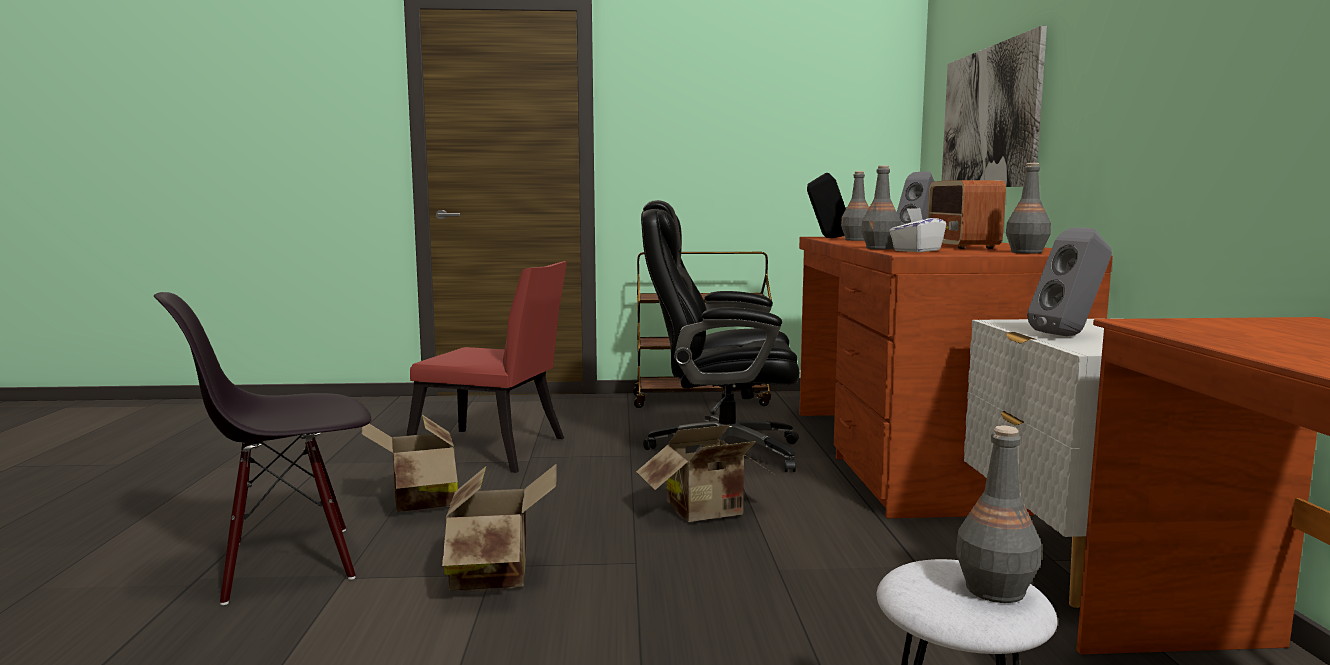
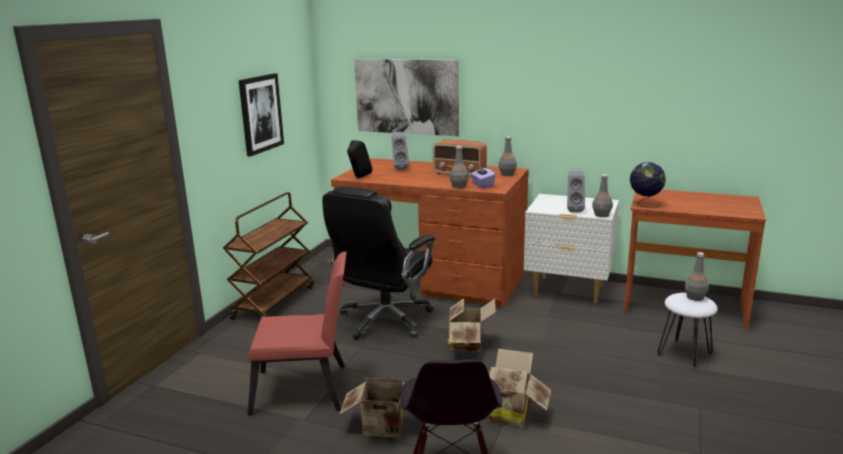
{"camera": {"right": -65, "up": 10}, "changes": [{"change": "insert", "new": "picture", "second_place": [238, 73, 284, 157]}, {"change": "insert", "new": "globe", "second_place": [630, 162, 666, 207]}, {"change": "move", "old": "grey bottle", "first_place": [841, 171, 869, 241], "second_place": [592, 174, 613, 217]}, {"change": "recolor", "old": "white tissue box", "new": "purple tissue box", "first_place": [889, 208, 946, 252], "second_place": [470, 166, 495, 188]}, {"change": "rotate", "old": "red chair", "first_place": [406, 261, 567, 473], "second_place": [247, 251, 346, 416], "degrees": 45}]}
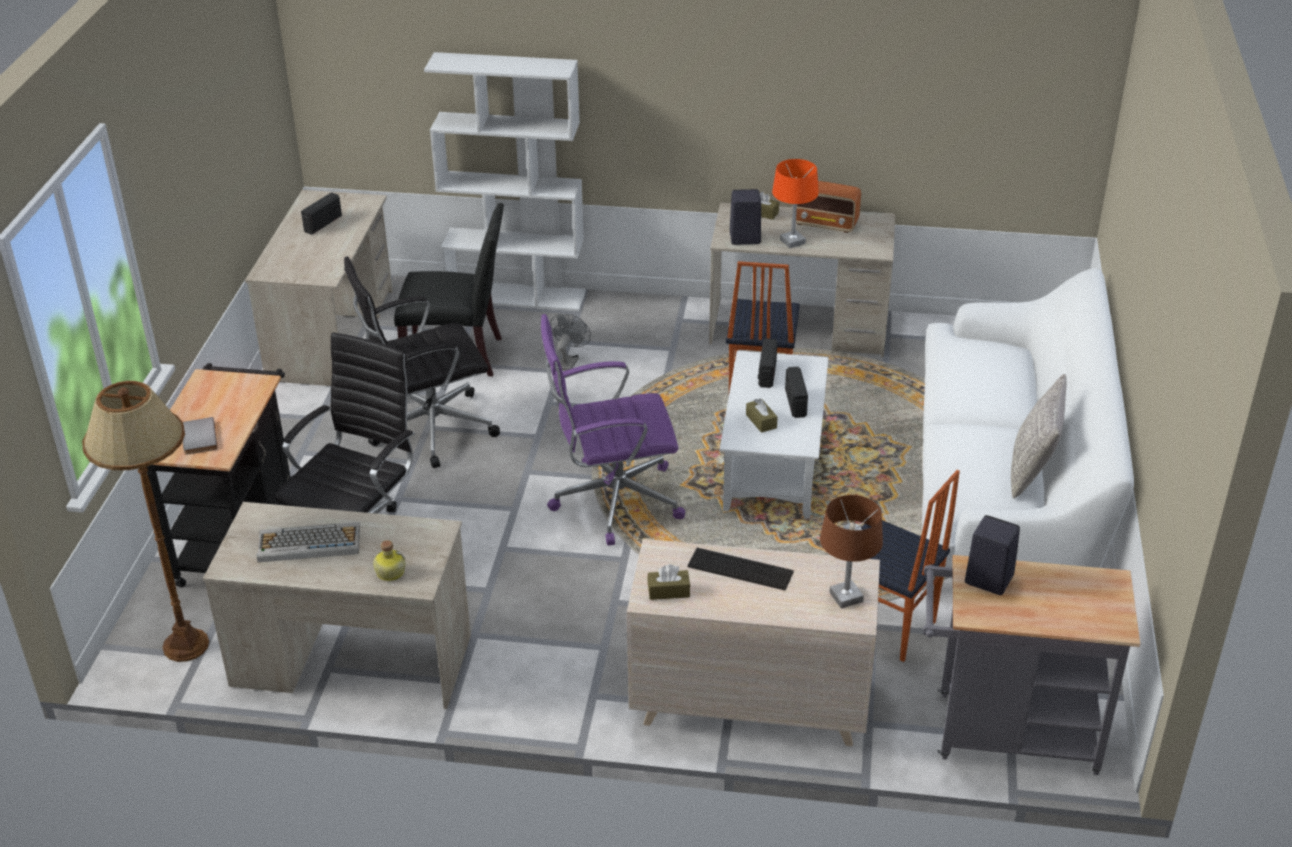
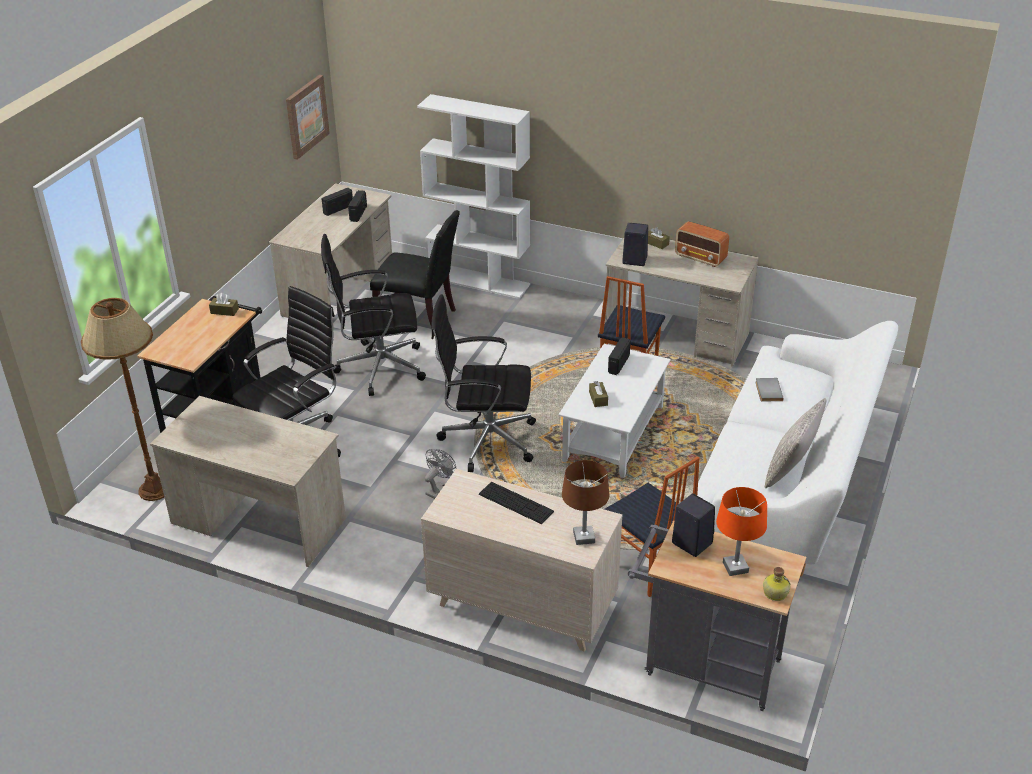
{"camera": {"right": 15, "up": 0}, "changes": [{"change": "delete", "old": "keyboard", "first_place": [257, 522, 360, 562]}, {"change": "insert", "new": "picture", "second_place": [286, 75, 330, 160]}, {"change": "move", "old": "grey book", "first_place": [183, 417, 217, 455], "second_place": [755, 378, 784, 402]}, {"change": "move", "old": "bottle", "first_place": [373, 540, 405, 581], "second_place": [763, 567, 791, 601]}, {"change": "move", "old": "grey fan", "first_place": [550, 314, 591, 371], "second_place": [425, 449, 457, 499]}, {"change": "move", "old": "brown tissue box", "first_place": [647, 564, 690, 600], "second_place": [209, 293, 239, 316]}, {"change": "move", "old": "orange table lamp", "first_place": [772, 159, 819, 248], "second_place": [716, 487, 767, 576]}, {"change": "move", "old": "radio", "first_place": [785, 367, 808, 418], "second_place": [348, 190, 367, 222]}, {"change": "recolor", "old": "purple office chair", "new": "black office chair", "first_place": [541, 314, 685, 546], "second_place": [431, 294, 536, 472]}]}
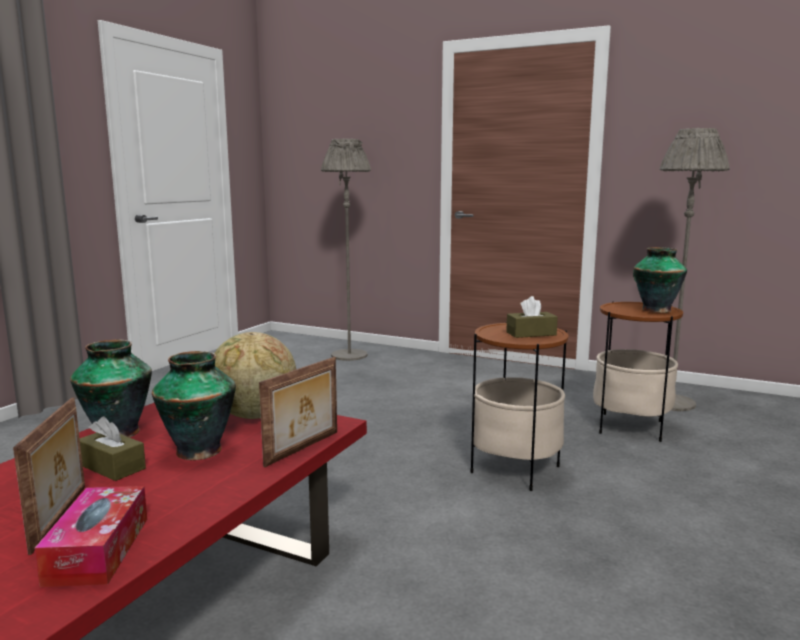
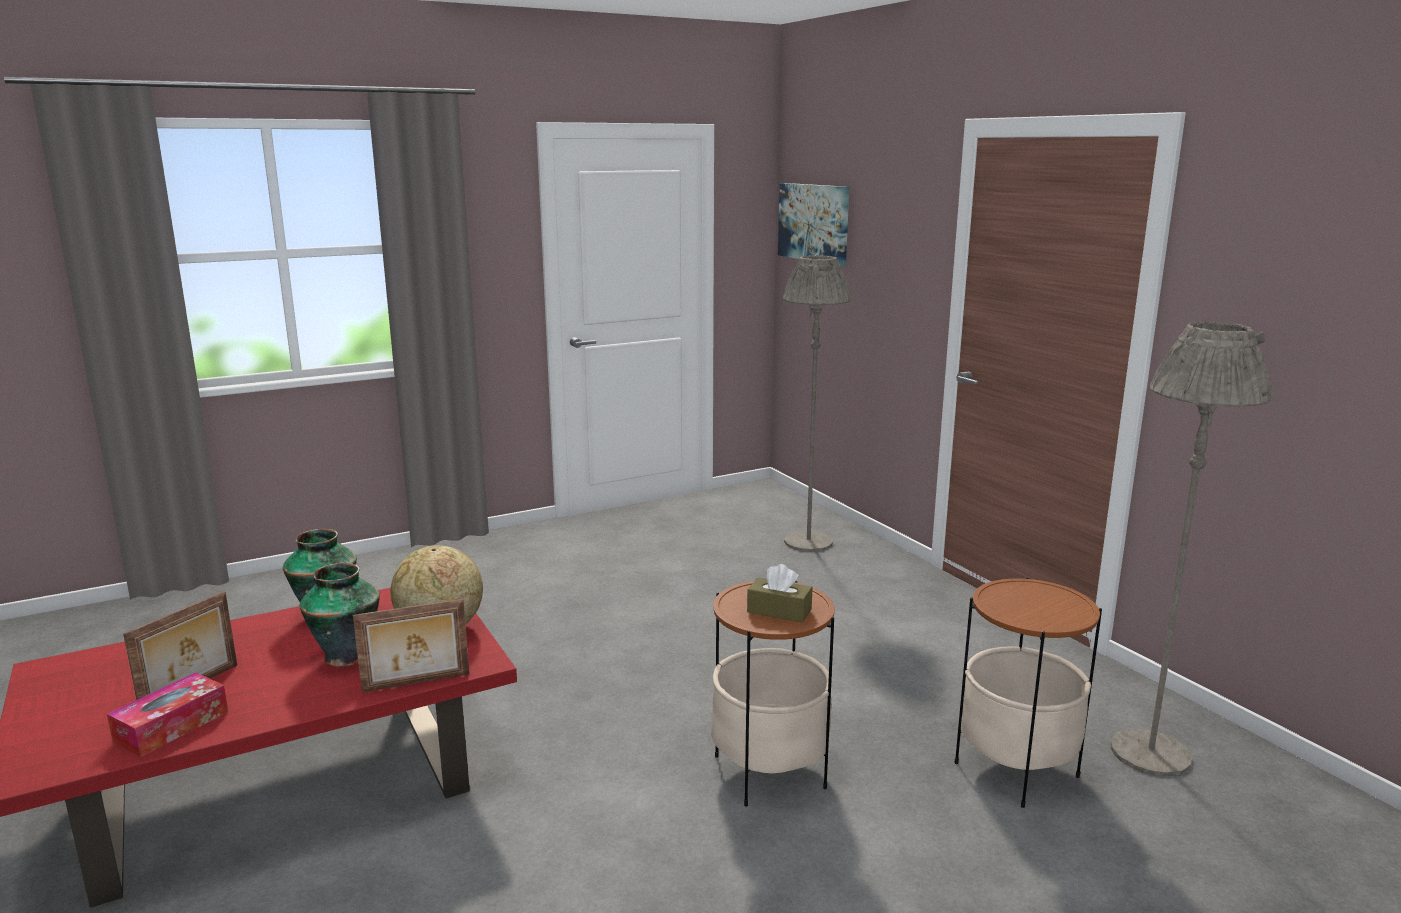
{"camera": {"right": 35, "up": 5}, "changes": [{"change": "delete", "old": "brown tissue box", "first_place": [80, 416, 146, 481]}, {"change": "delete", "old": "vase", "first_place": [633, 247, 687, 313]}, {"change": "insert", "new": "picture", "second_place": [778, 183, 849, 266]}]}
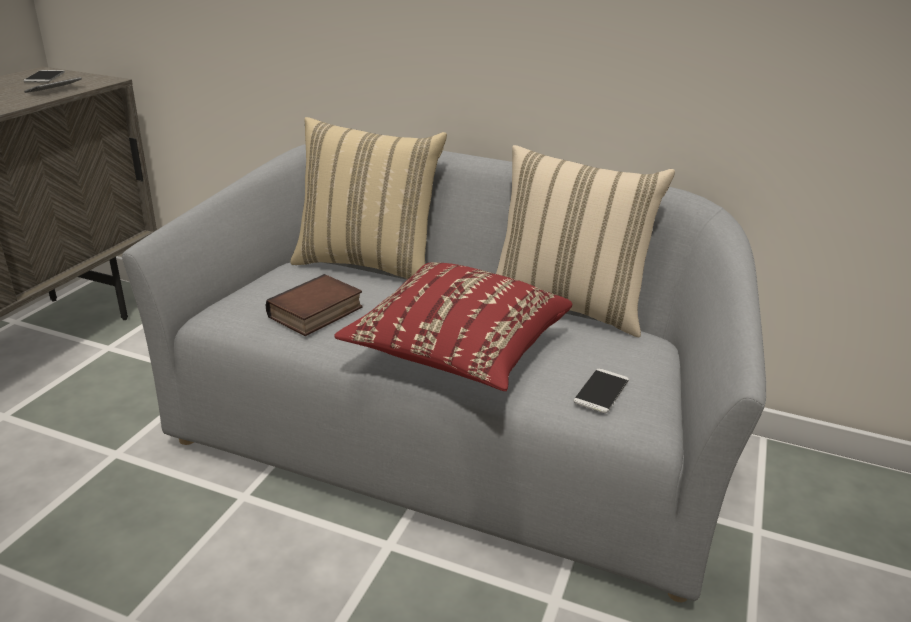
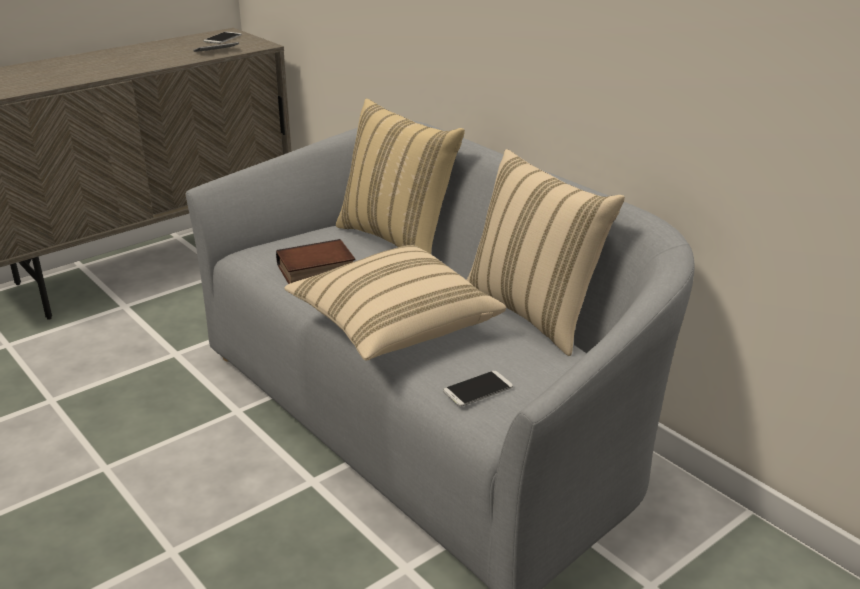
{"camera": {"right": 30, "up": 0}, "changes": [{"change": "recolor", "old": "red pillow", "new": "beige pillow", "first_place": [334, 262, 573, 391], "second_place": [284, 245, 506, 361]}]}
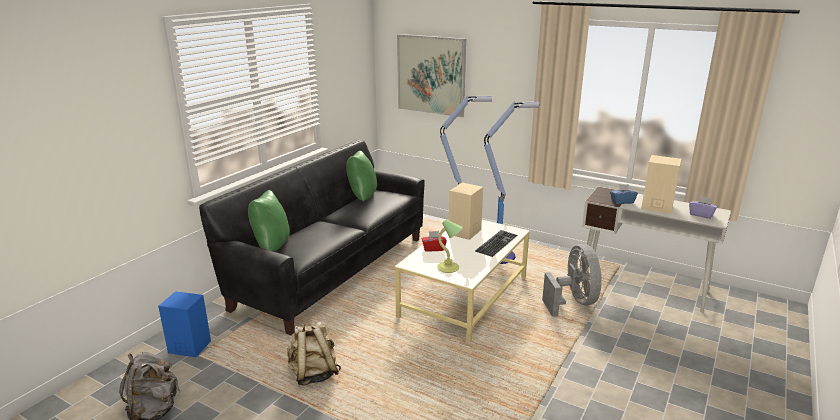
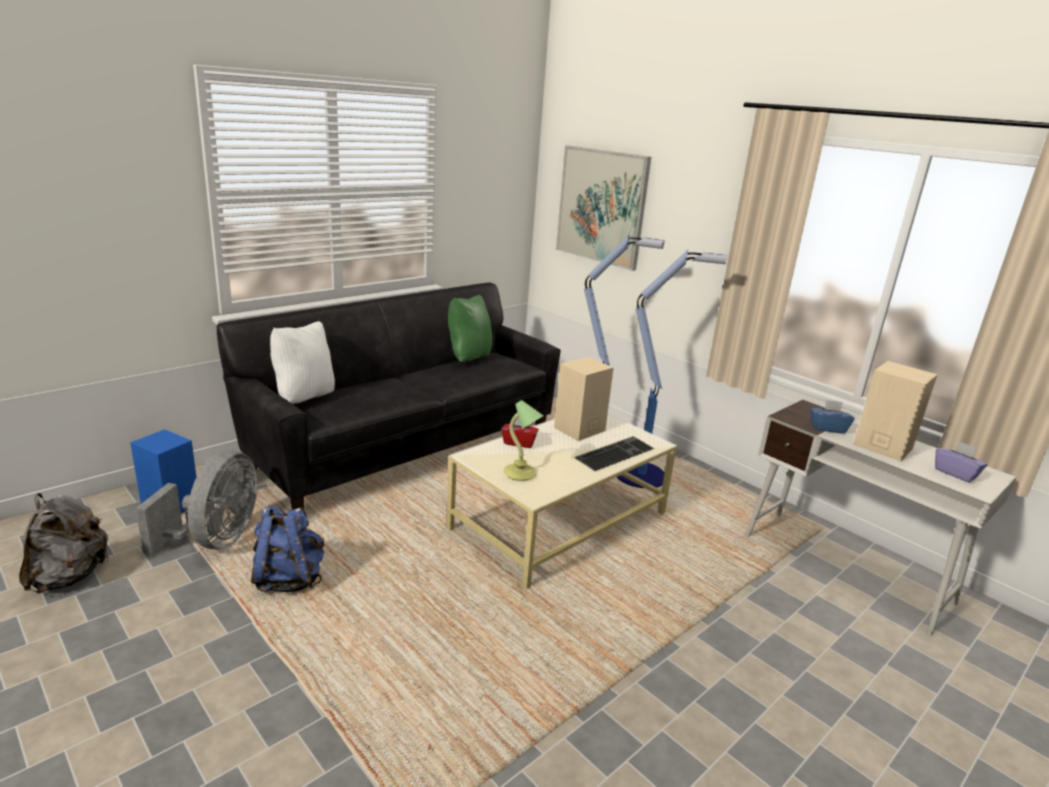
{"camera": {"right": 15, "up": 0}, "changes": [{"change": "move", "old": "grey fan", "first_place": [542, 244, 602, 317], "second_place": [135, 450, 257, 554]}, {"change": "recolor", "old": "green pillow", "new": "white pillow", "first_place": [248, 190, 290, 252], "second_place": [270, 321, 335, 404]}, {"change": "recolor", "old": "beige backpack", "new": "blue backpack", "first_place": [287, 321, 341, 386], "second_place": [251, 506, 324, 593]}]}
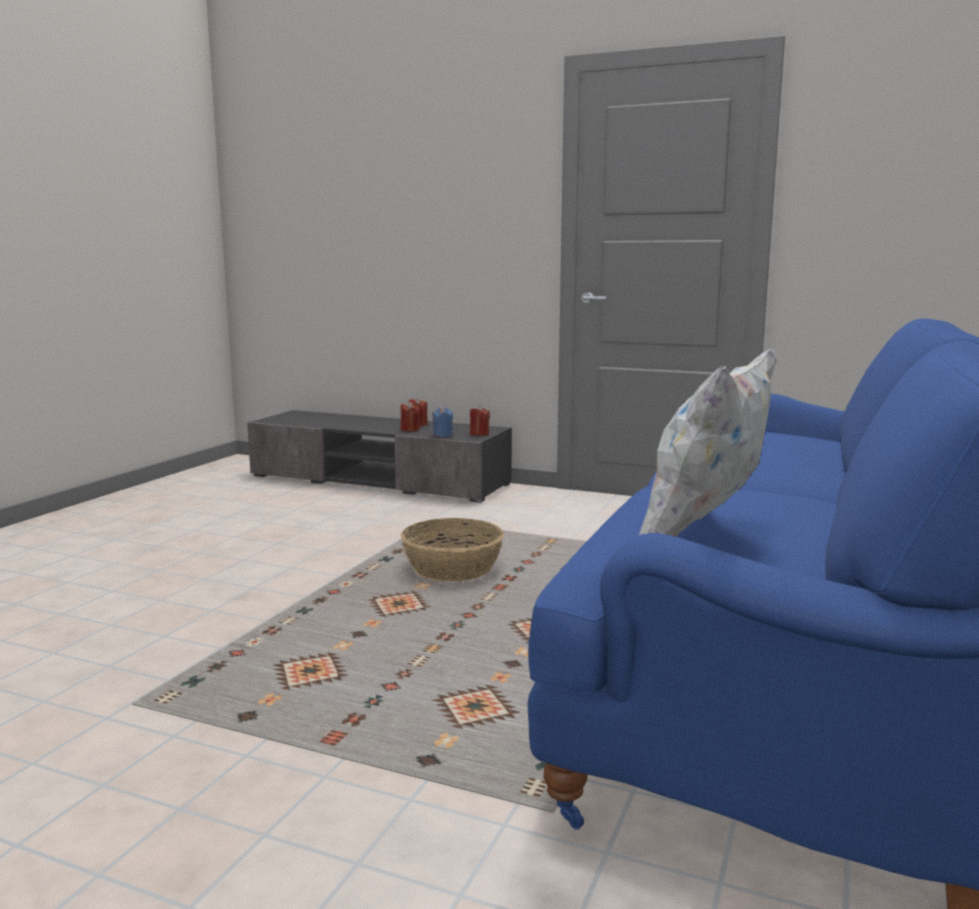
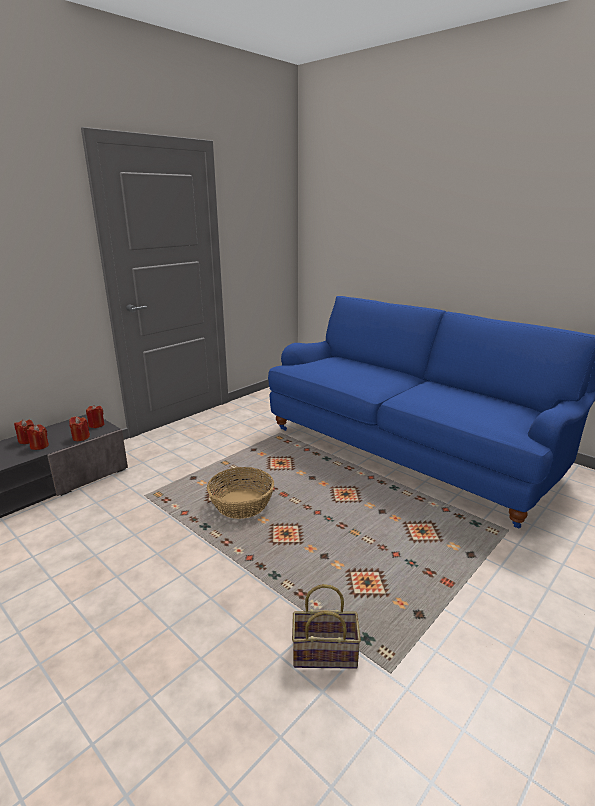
{"camera": {"right": -70, "up": 10}, "changes": [{"change": "delete", "old": "white pillow", "first_place": [639, 347, 777, 537]}, {"change": "insert", "new": "basket", "second_place": [292, 584, 361, 669]}, {"change": "recolor", "old": "blue candle", "new": "red candle", "first_place": [432, 406, 453, 437], "second_place": [69, 416, 90, 441]}]}
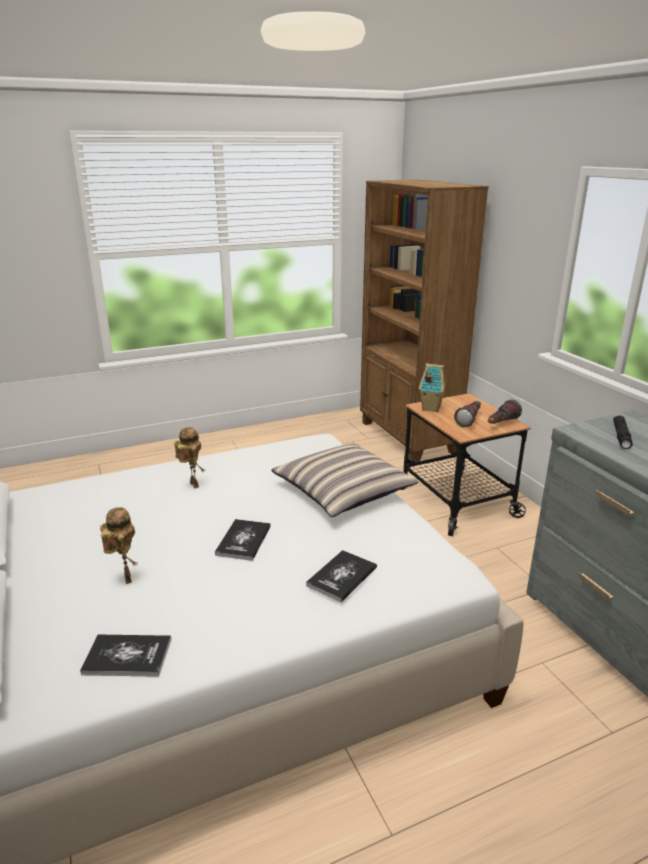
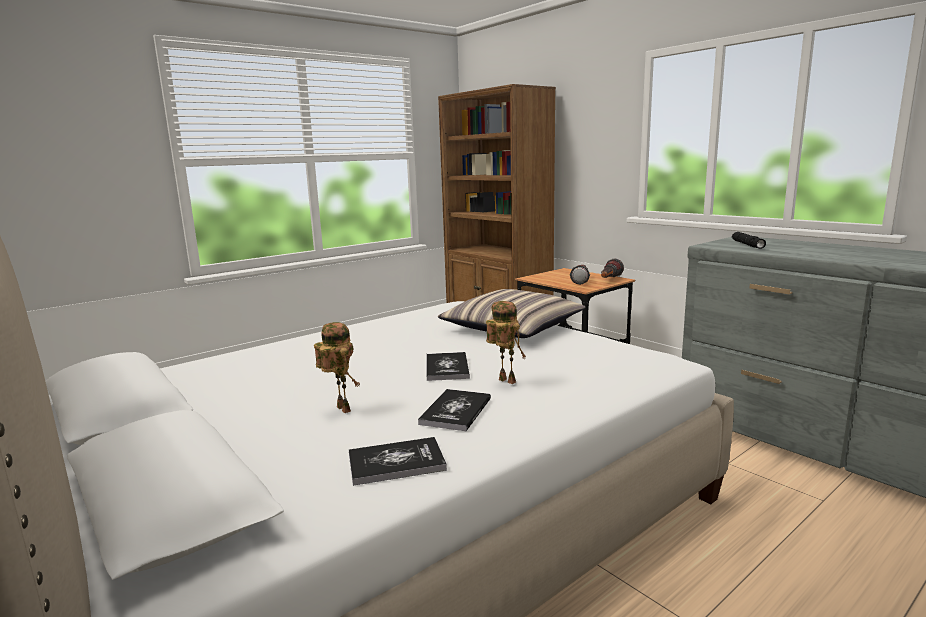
{"camera": {"right": -15, "up": -10}, "changes": [{"change": "delete", "old": "toy house", "first_place": [419, 364, 447, 413]}, {"change": "move", "old": "toy robot", "first_place": [174, 427, 205, 488], "second_place": [486, 301, 526, 384]}, {"change": "move", "old": "book", "first_place": [306, 550, 377, 602], "second_place": [418, 389, 491, 431]}]}
